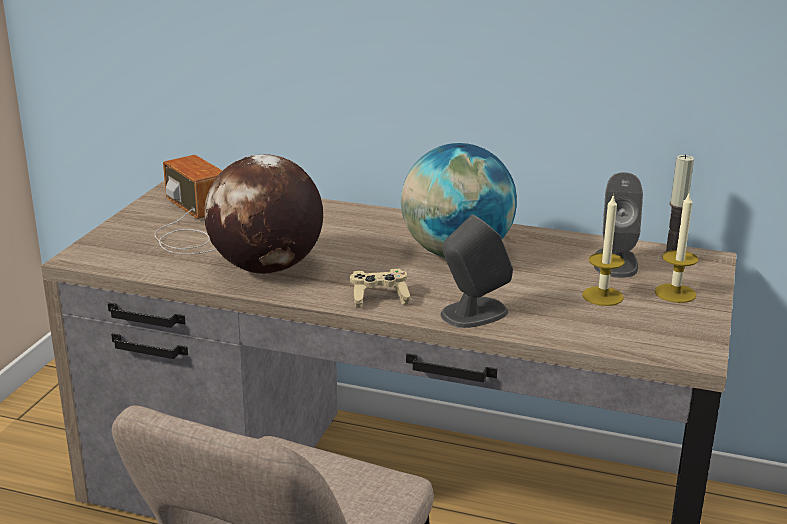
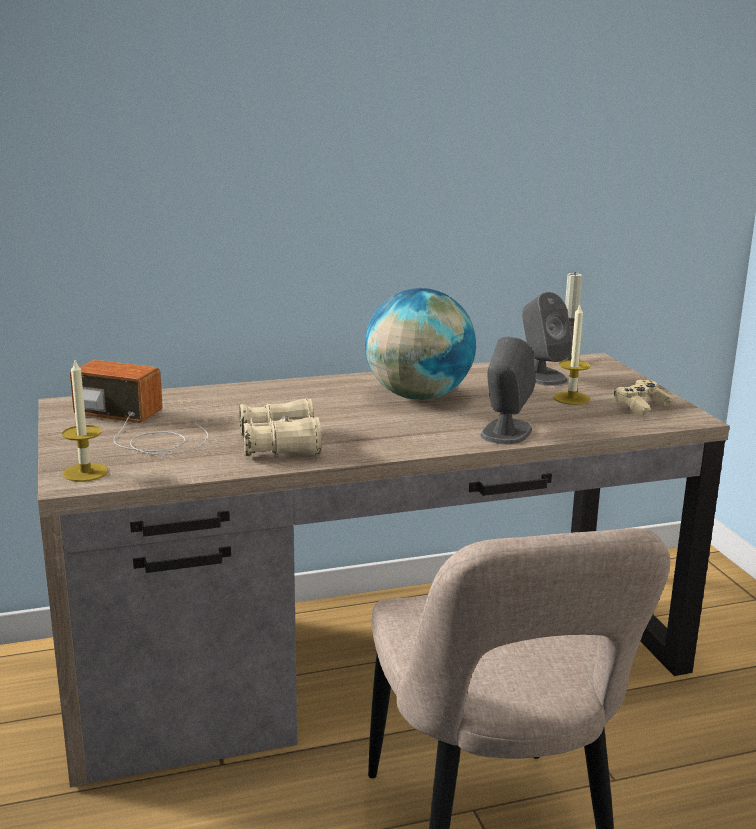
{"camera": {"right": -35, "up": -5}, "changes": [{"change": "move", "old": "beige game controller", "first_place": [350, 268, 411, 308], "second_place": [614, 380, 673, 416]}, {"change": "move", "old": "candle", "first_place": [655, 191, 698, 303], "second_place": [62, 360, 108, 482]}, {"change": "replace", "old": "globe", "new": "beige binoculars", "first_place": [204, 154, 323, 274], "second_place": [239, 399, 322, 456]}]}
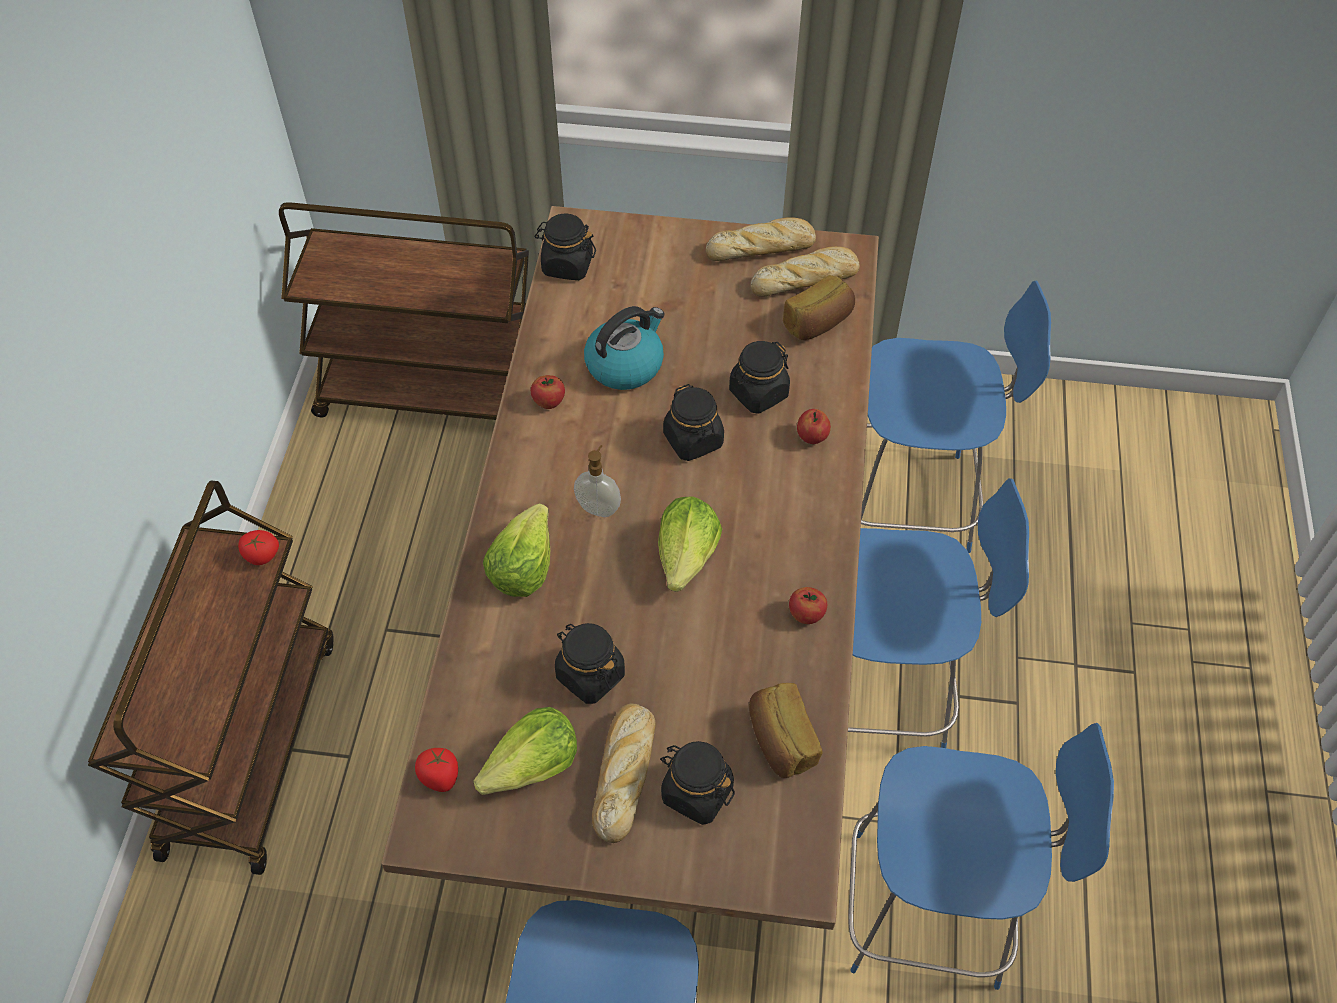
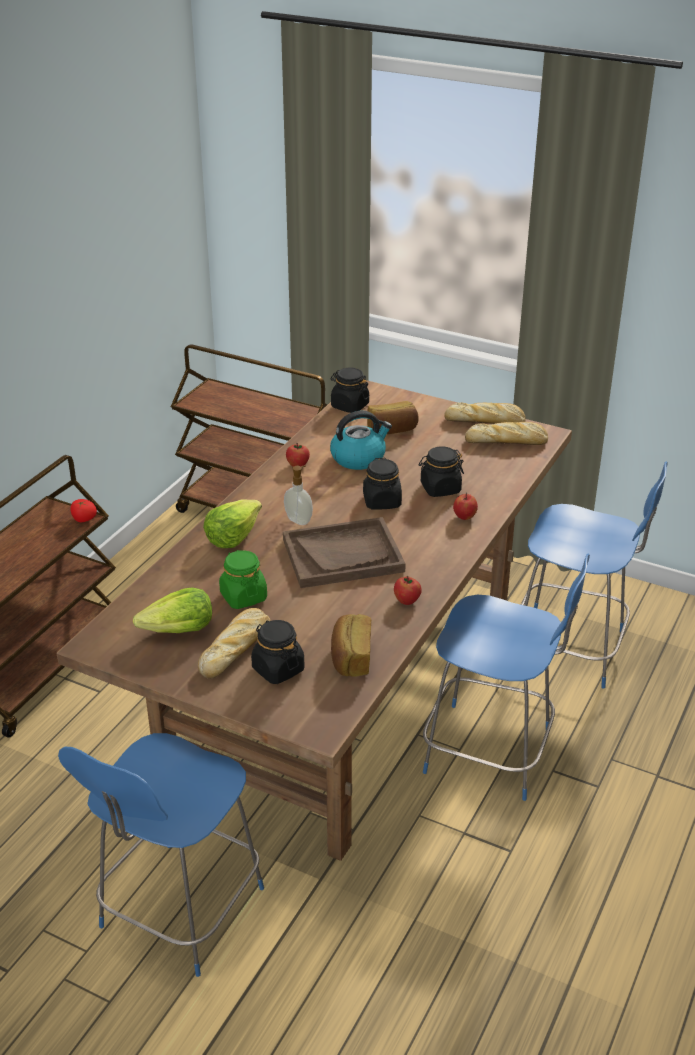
{"camera": {"right": 20, "up": -20}, "changes": [{"change": "delete", "old": "tomato", "first_place": [415, 748, 458, 792]}, {"change": "delete", "old": "blue chair", "first_place": [848, 723, 1114, 990]}, {"change": "move", "old": "bread", "first_place": [783, 275, 855, 340], "second_place": [367, 401, 419, 434]}, {"change": "replace", "old": "lettuce", "new": "brown tray", "first_place": [658, 497, 722, 592], "second_place": [283, 517, 406, 588]}, {"change": "recolor", "old": "black jar", "new": "green jar", "first_place": [555, 623, 625, 704], "second_place": [219, 550, 267, 609]}]}
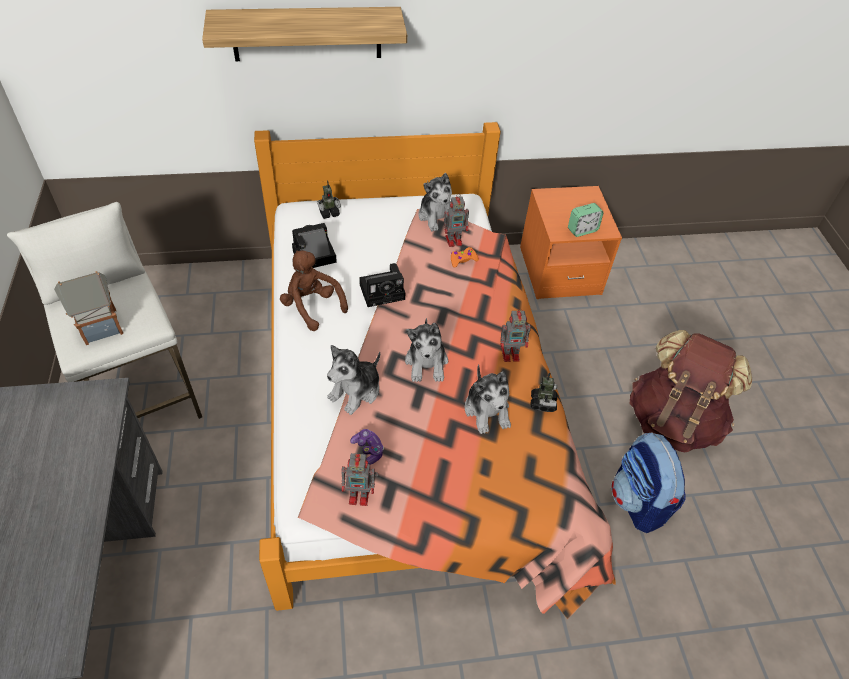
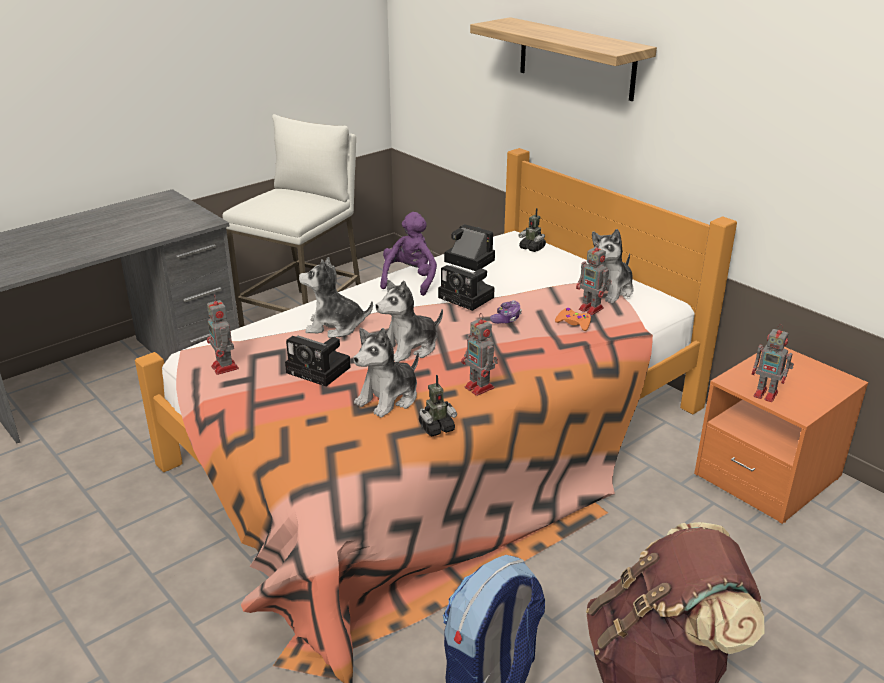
{"camera": {"right": 60, "up": -20}, "changes": [{"change": "delete", "old": "toy house", "first_place": [54, 271, 123, 345]}, {"change": "insert", "new": "photo camera", "second_place": [285, 336, 351, 387]}, {"change": "move", "old": "game controller", "first_place": [350, 429, 384, 465], "second_place": [490, 300, 522, 324]}, {"change": "replace", "old": "alarm clock", "new": "toy robot", "first_place": [568, 203, 604, 237], "second_place": [751, 324, 794, 402]}, {"change": "recolor", "old": "brown plush toy", "new": "purple plush toy", "first_place": [280, 250, 348, 331], "second_place": [380, 212, 437, 296]}]}
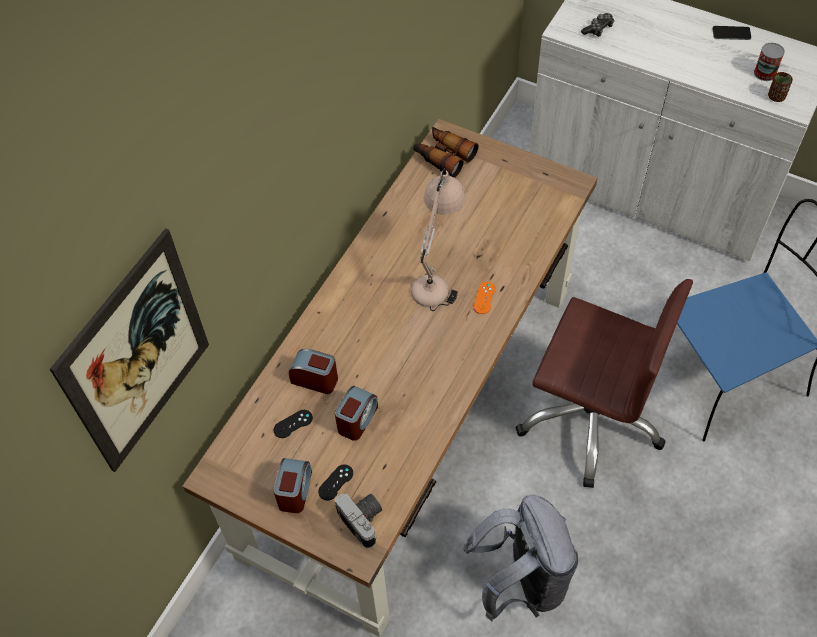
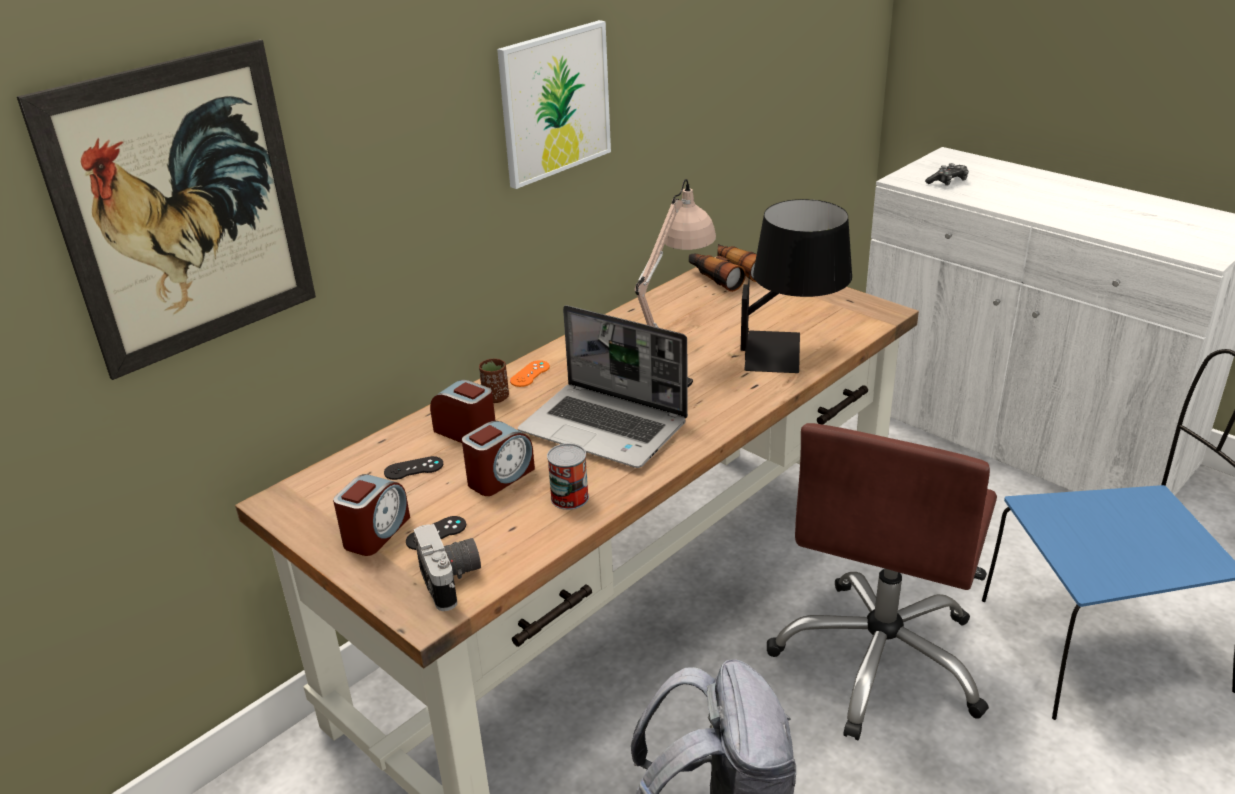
{"camera": {"right": 15, "up": -25}, "changes": [{"change": "delete", "old": "phone", "first_place": [712, 26, 751, 40]}, {"change": "insert", "new": "picture", "second_place": [497, 20, 611, 189]}, {"change": "insert", "new": "laptop", "second_place": [518, 305, 688, 468]}, {"change": "insert", "new": "black table lamp", "second_place": [740, 199, 852, 373]}, {"change": "move", "old": "orange game controller", "first_place": [474, 282, 496, 314], "second_place": [510, 360, 550, 387]}, {"change": "move", "old": "can", "first_place": [754, 43, 785, 81], "second_place": [547, 443, 589, 510]}, {"change": "move", "old": "brown cup", "first_place": [768, 72, 793, 102], "second_place": [479, 359, 509, 403]}, {"change": "rotate", "old": "brown office chair", "first_place": [515, 279, 693, 488], "second_place": [767, 423, 997, 740], "degrees": 75}]}
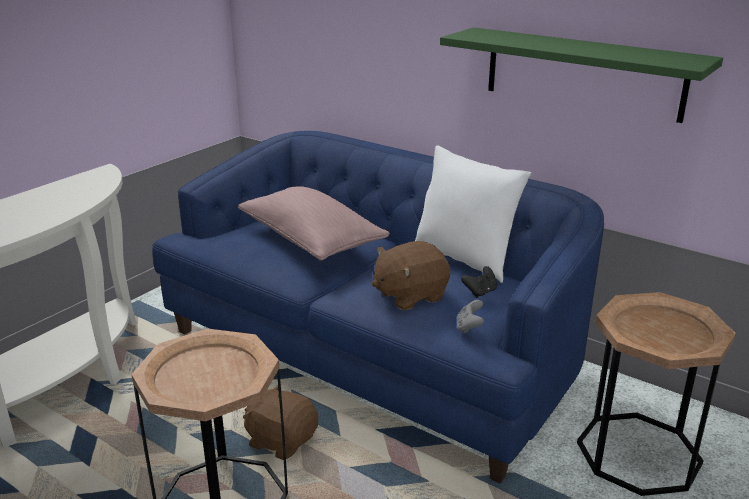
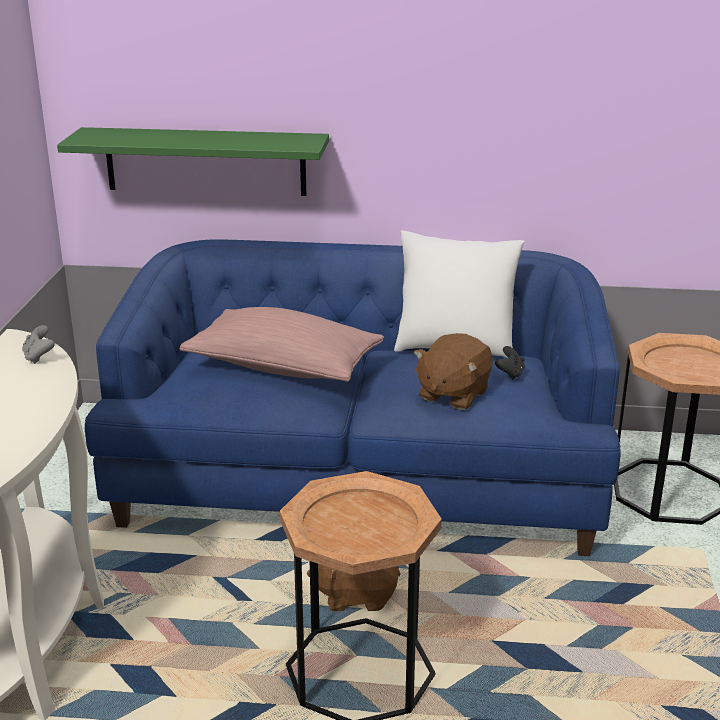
{"camera": {"right": -30, "up": 0}, "changes": [{"change": "move", "old": "green shelf", "first_place": [440, 27, 723, 123], "second_place": [57, 127, 329, 196]}, {"change": "move", "old": "grey game controller", "first_place": [457, 300, 484, 334], "second_place": [22, 325, 55, 364]}]}
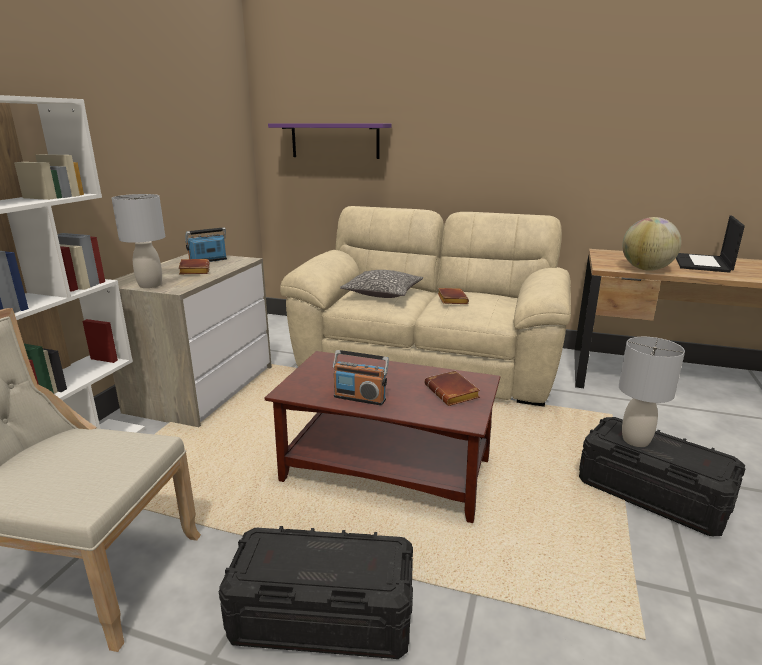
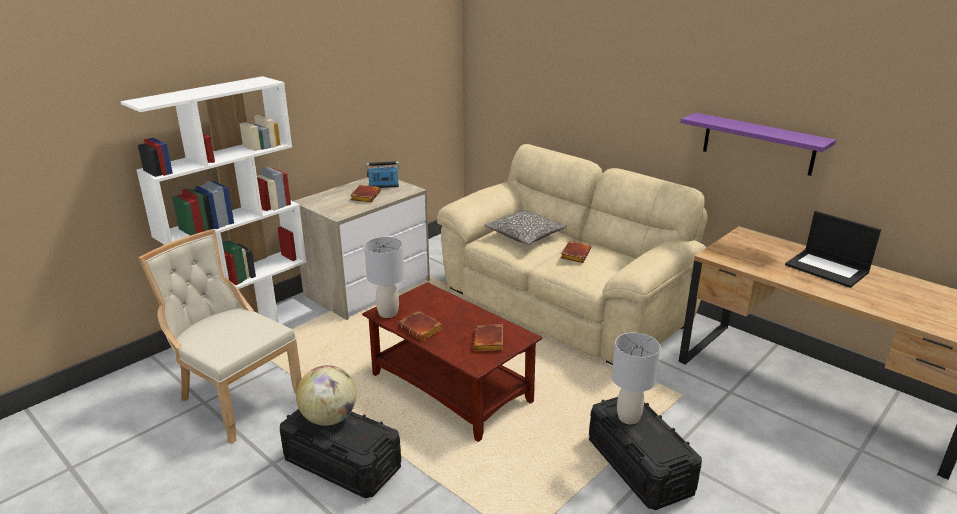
{"camera": {"right": 25, "up": 5}, "changes": [{"change": "move", "old": "grey table lamp", "first_place": [112, 194, 165, 288], "second_place": [364, 237, 405, 318]}, {"change": "move", "old": "purple shelf", "first_place": [268, 123, 391, 159], "second_place": [680, 113, 836, 176]}, {"change": "move", "old": "globe", "first_place": [622, 217, 681, 271], "second_place": [296, 365, 357, 426]}, {"change": "replace", "old": "radio", "new": "brown book", "first_place": [333, 350, 389, 405], "second_place": [398, 311, 442, 341]}, {"change": "rotate", "old": "laptop", "first_place": [676, 215, 745, 273], "second_place": [785, 211, 881, 288], "degrees": -90}]}
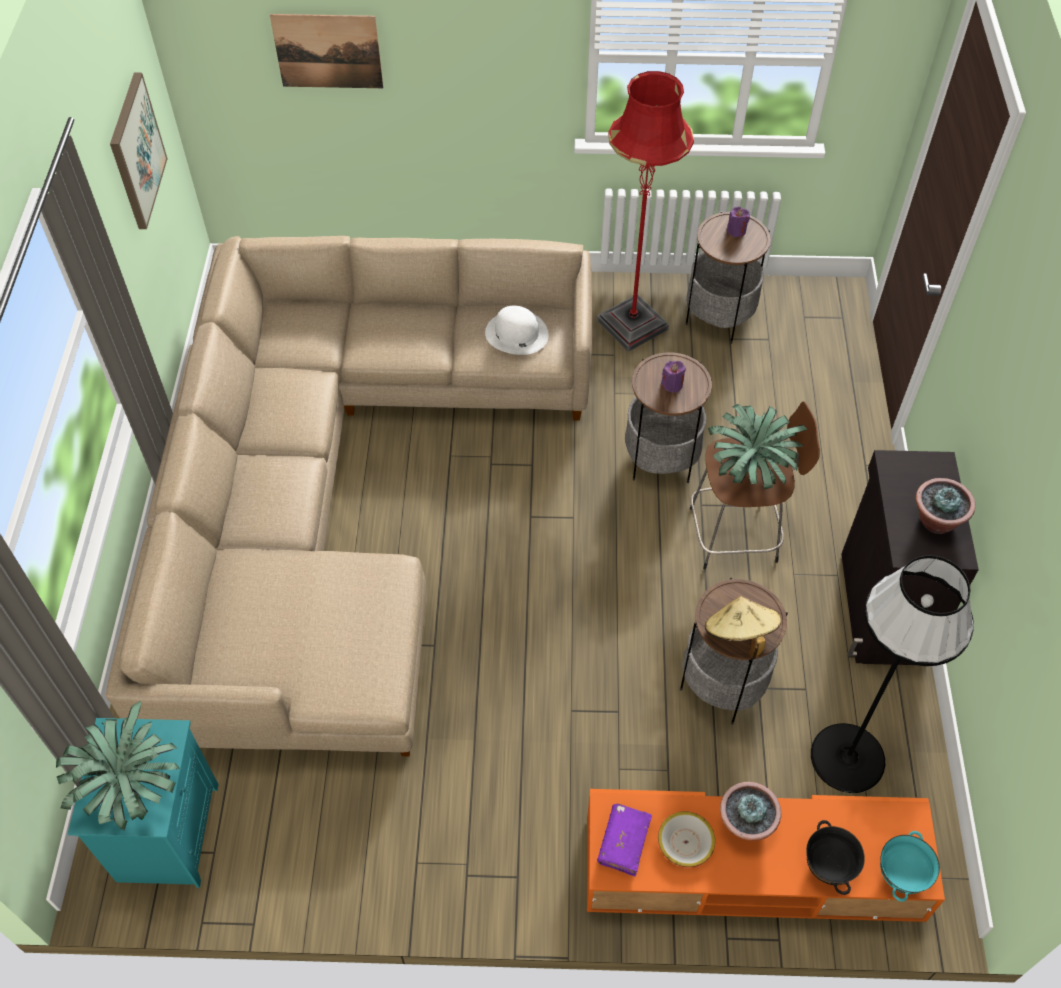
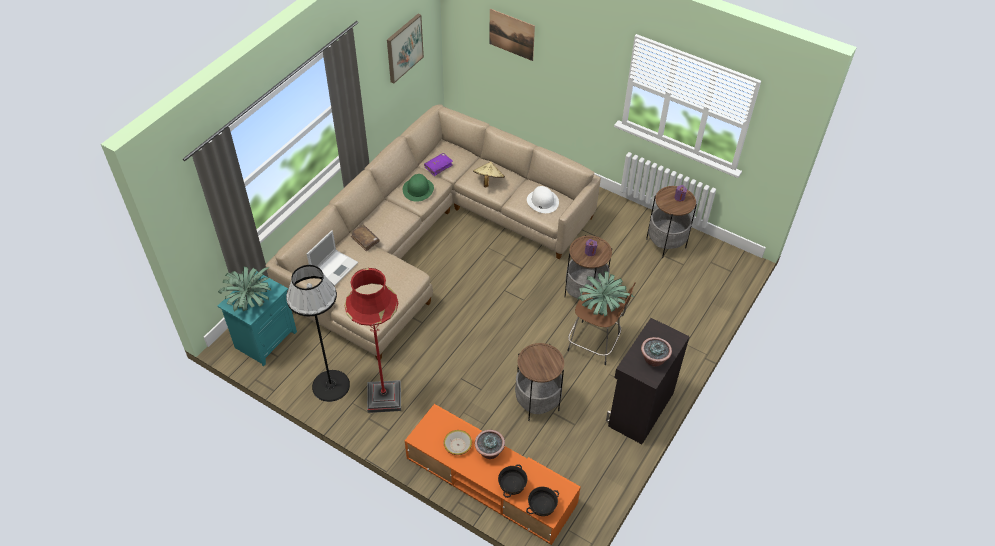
{"camera": {"right": 30, "up": -5}, "changes": [{"change": "insert", "new": "laptop", "second_place": [307, 230, 358, 286]}, {"change": "insert", "new": "brown book", "second_place": [350, 224, 379, 252]}, {"change": "insert", "new": "green hat", "second_place": [403, 174, 434, 202]}, {"change": "move", "old": "red floor lamp", "first_place": [597, 71, 694, 352], "second_place": [344, 268, 401, 413]}, {"change": "move", "old": "purple book", "first_place": [597, 803, 652, 876], "second_place": [424, 153, 453, 176]}, {"change": "move", "old": "beige hat", "first_place": [705, 596, 781, 659], "second_place": [473, 162, 505, 187]}, {"change": "move", "old": "black floor lamp", "first_place": [811, 555, 974, 793], "second_place": [286, 265, 350, 402]}, {"change": "recolor", "old": "turquoise bowl", "new": "black bowl", "first_place": [880, 831, 940, 902], "second_place": [526, 487, 559, 516]}]}
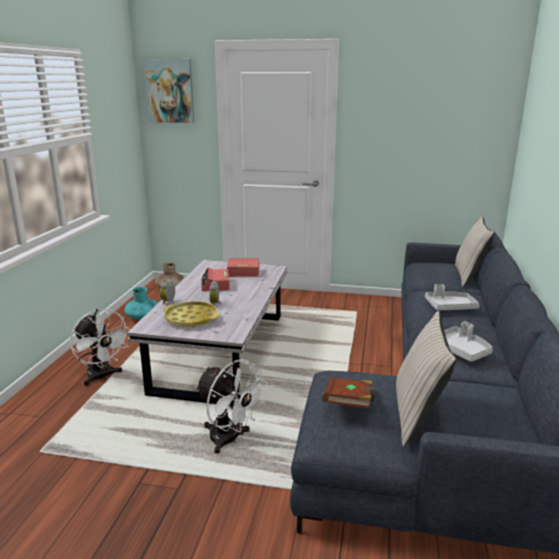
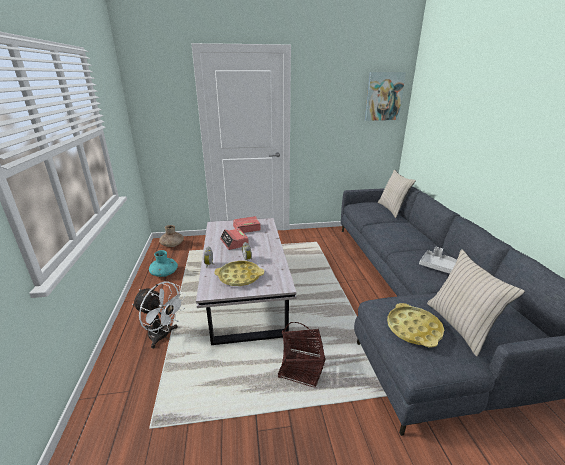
{"camera": {"right": -20, "up": 5}, "changes": [{"change": "delete", "old": "grey tray", "first_place": [425, 284, 480, 310]}, {"change": "move", "old": "picture", "first_place": [143, 59, 194, 123], "second_place": [365, 72, 406, 121]}, {"change": "replace", "old": "white fan", "new": "basket", "first_place": [195, 359, 268, 454], "second_place": [278, 322, 326, 388]}, {"change": "replace", "old": "brown book", "new": "yellow tray", "first_place": [322, 377, 375, 409], "second_place": [387, 303, 444, 348]}]}
